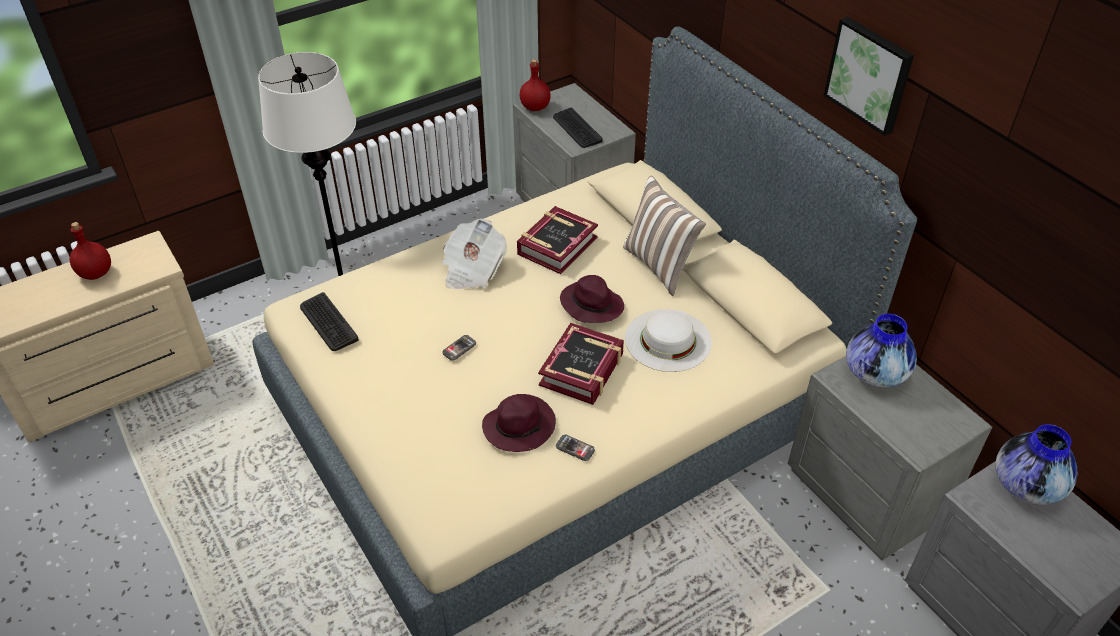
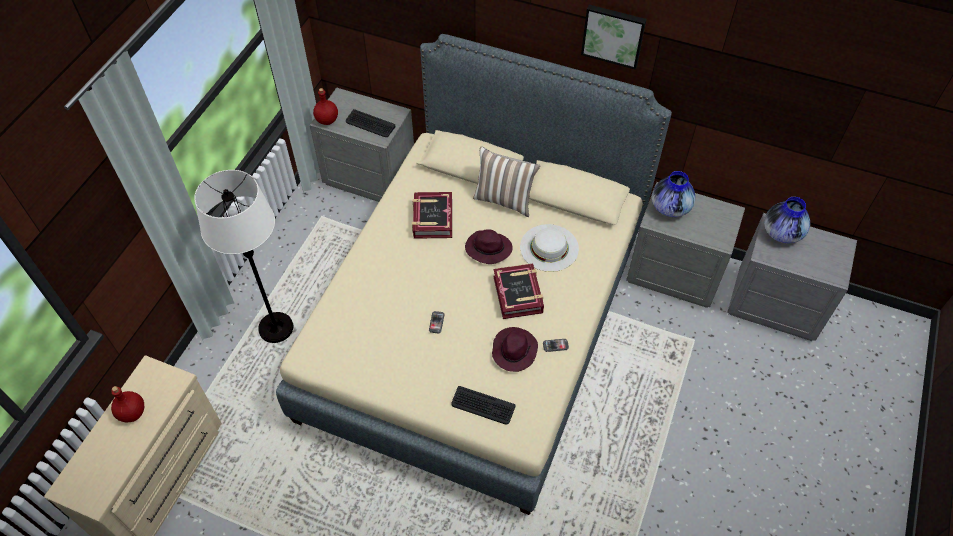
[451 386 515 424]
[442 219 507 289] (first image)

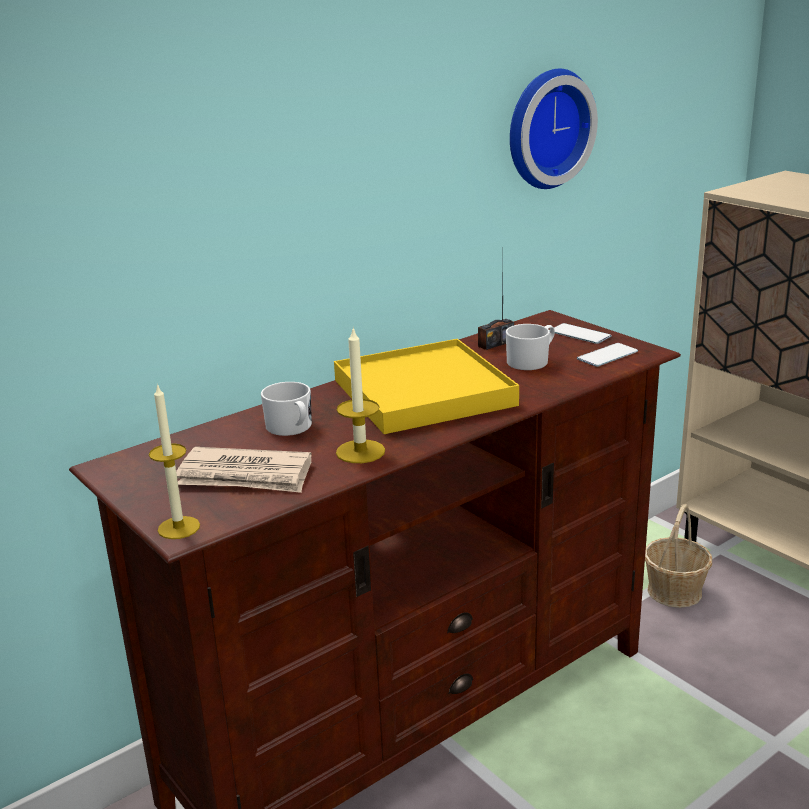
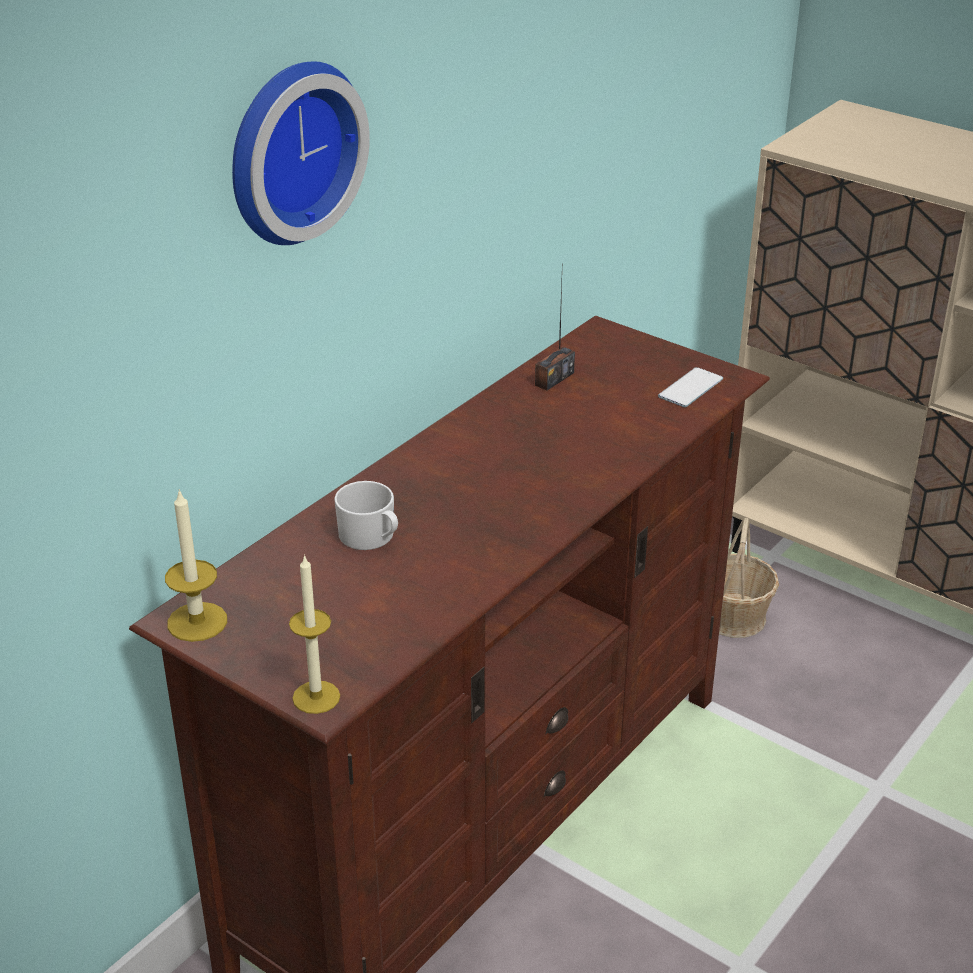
[165 489 227 642]
[232 61 370 245]
[176 447 312 493] (first image)
[334 339 519 434] (first image)
[506 324 555 370] (first image)
[549 323 612 344] (first image)

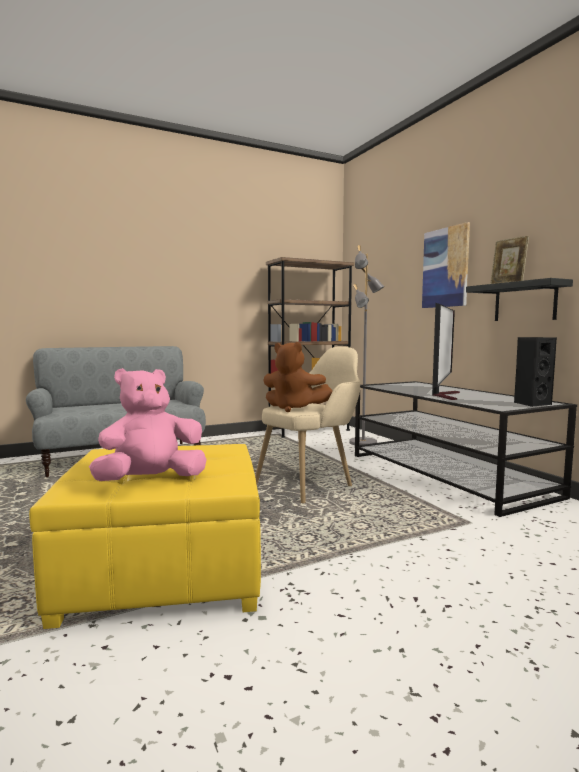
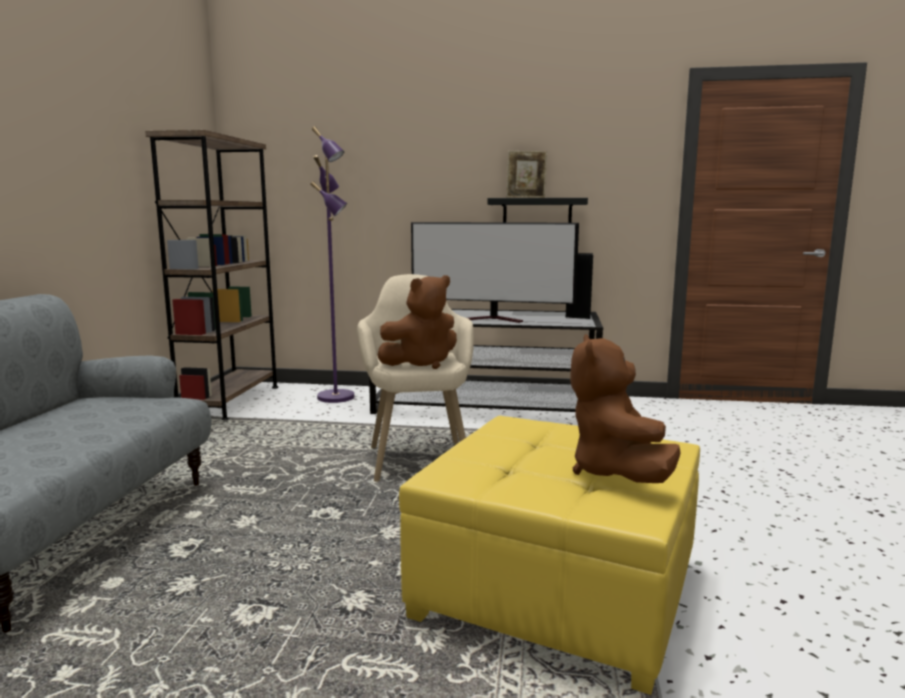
[310 126 354 403]
[411 222 579 323]
[570 334 680 483]
[422 222 470 308] (first image)

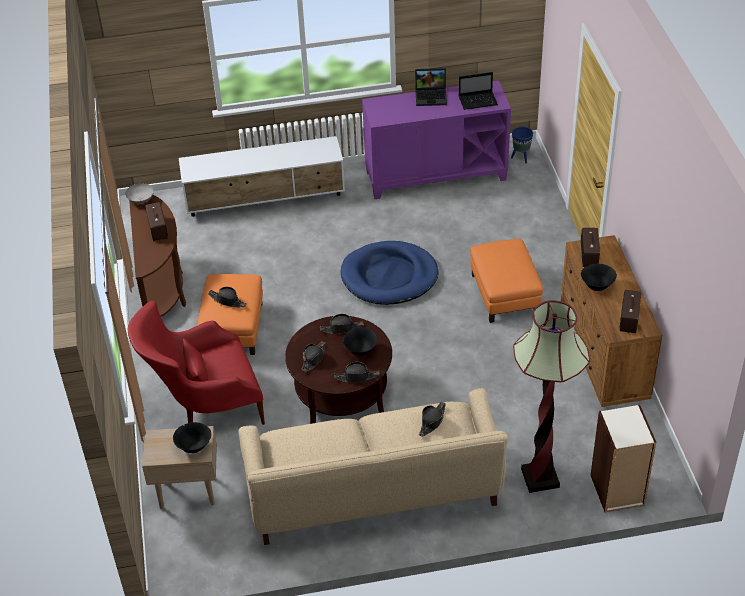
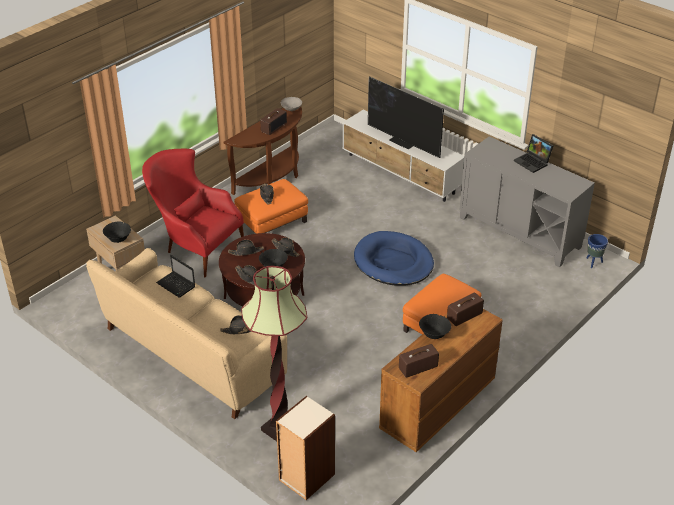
[156 255 195 298]
[368 76 444 158]
[460 136 595 267]

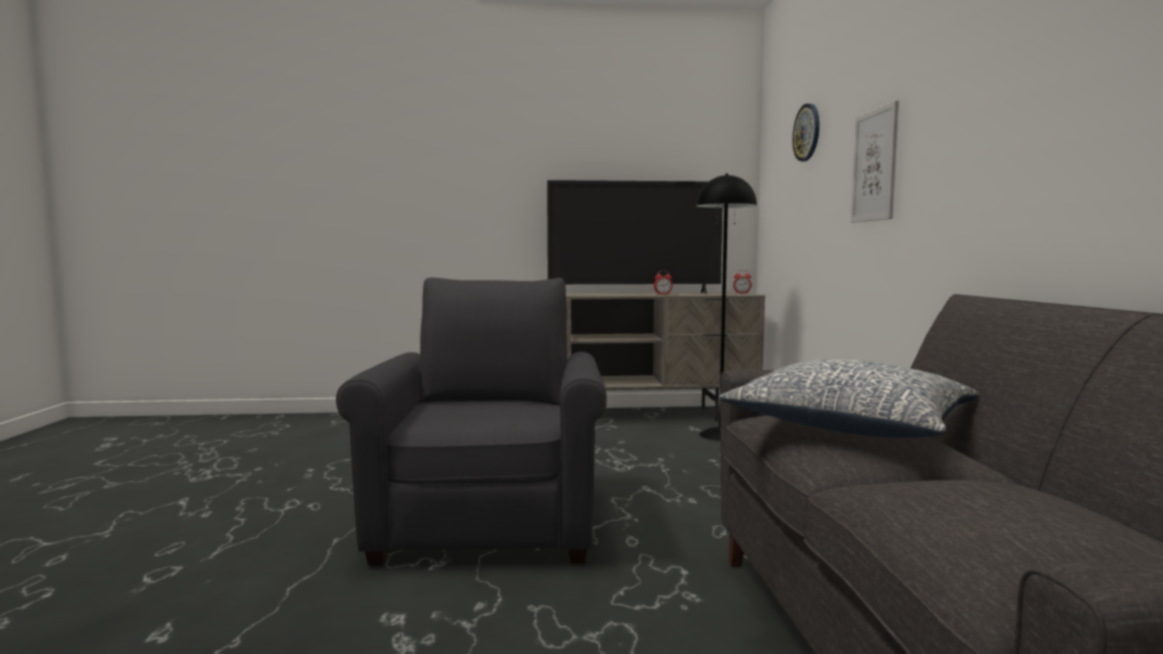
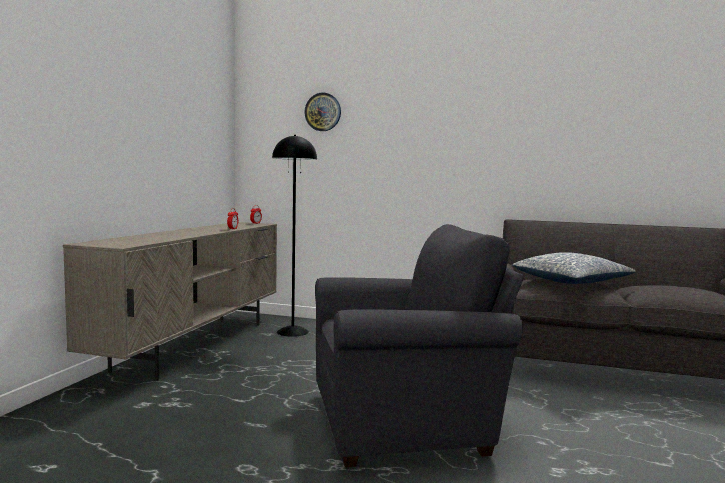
[315 224 524 467]
[547 180 723 294] (first image)
[851 101 899 223] (first image)

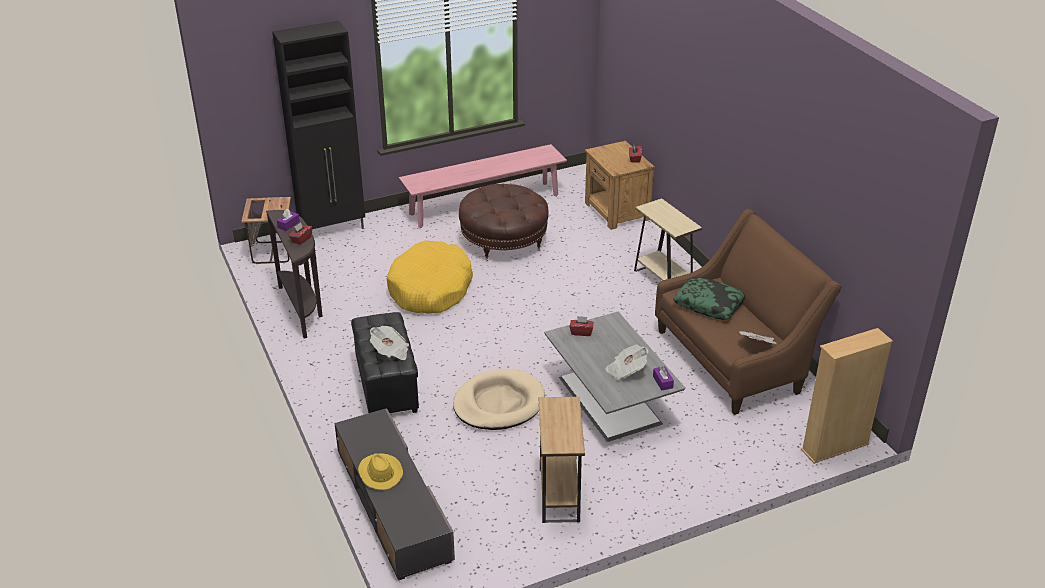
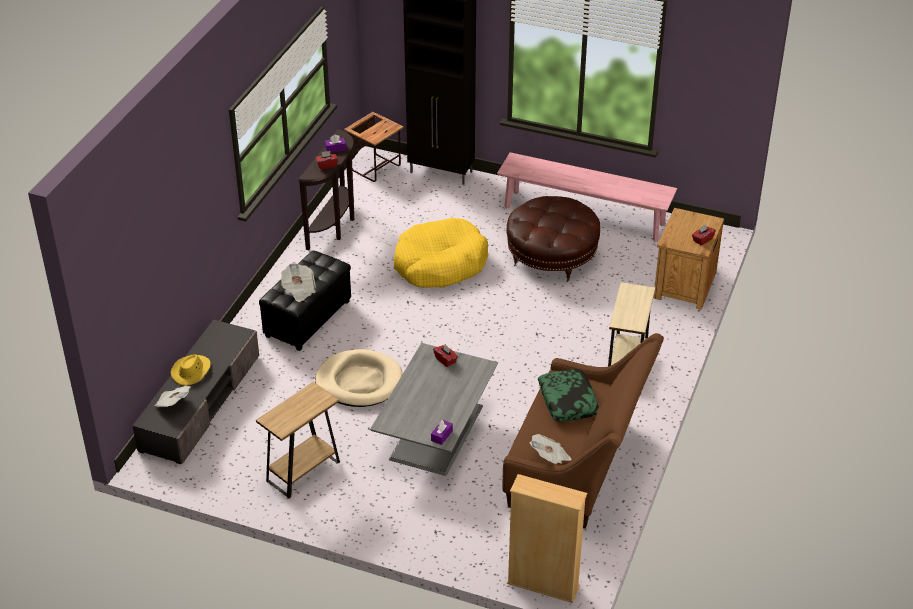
[154 385 191 407]

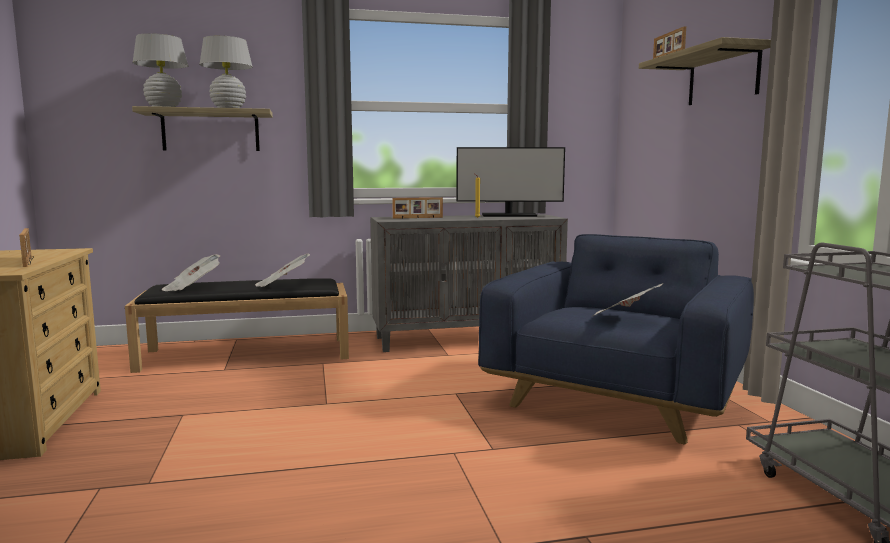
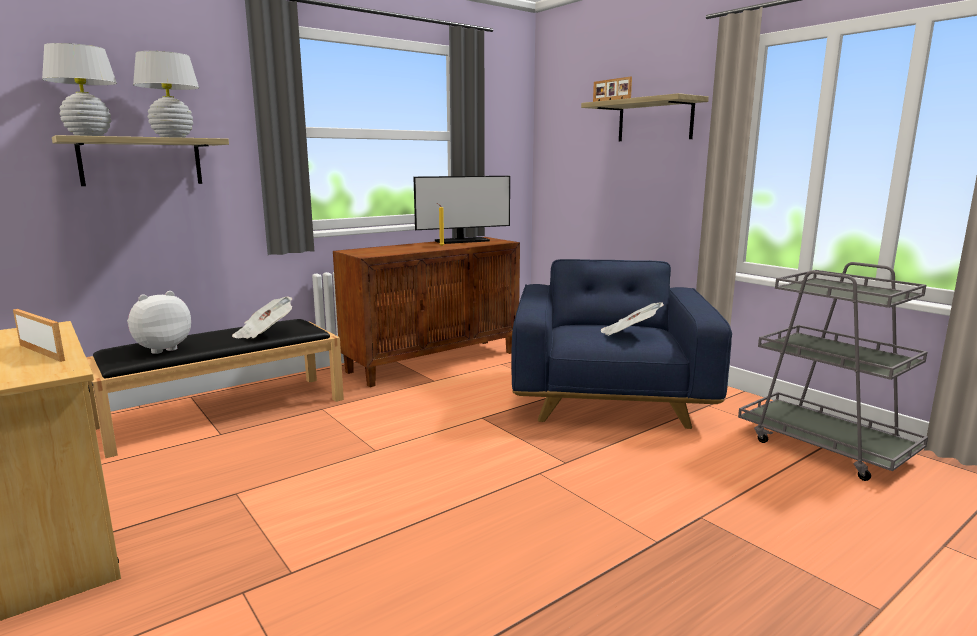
[127 291 191 354]
[333 237 520 387]
[392 197 443 219] (first image)

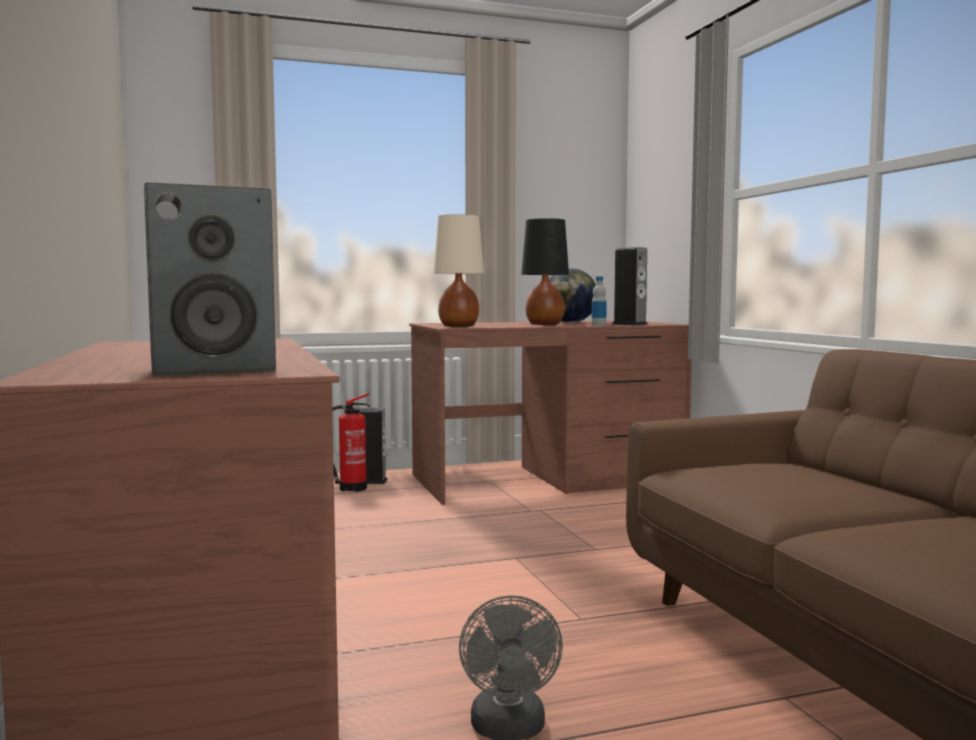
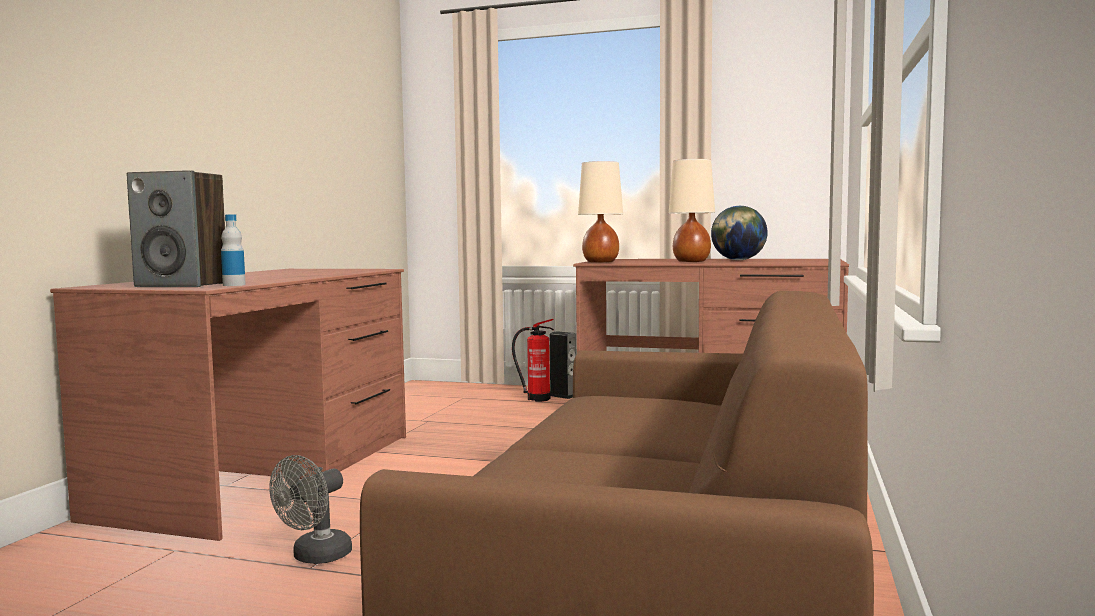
[221 215 246 286]
[669 159 715 262]
[612 247 648 325] (first image)

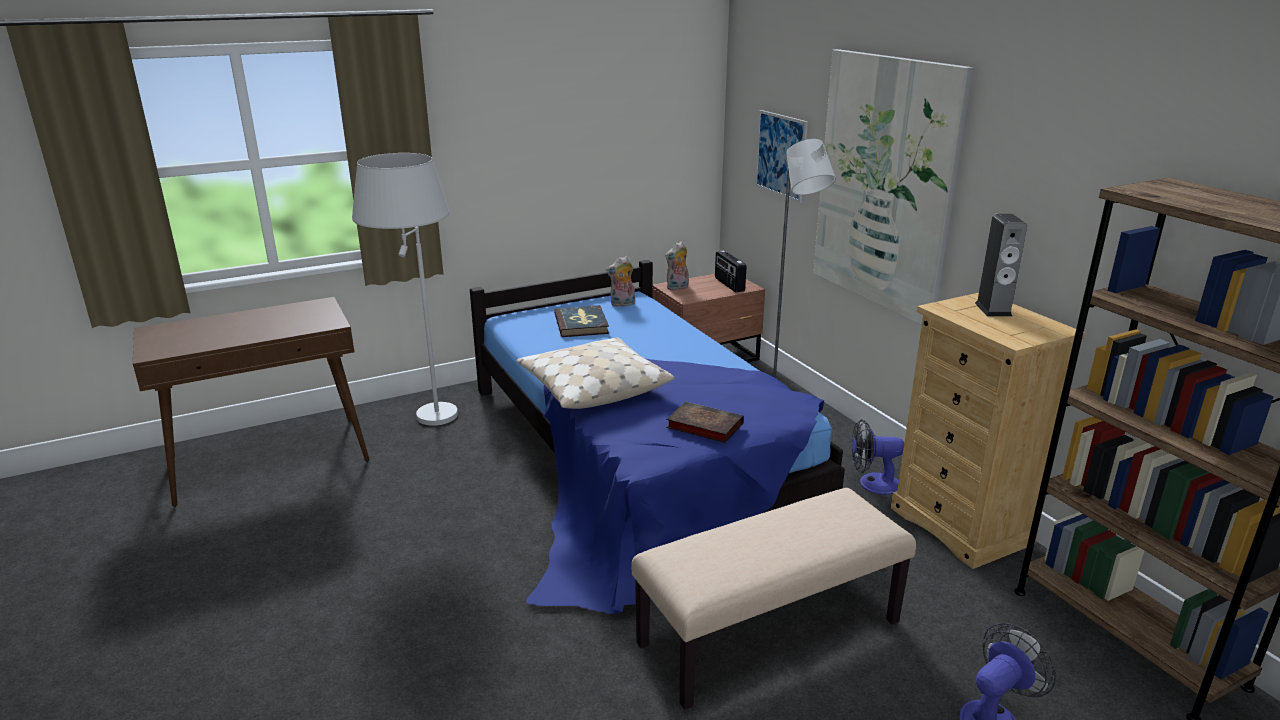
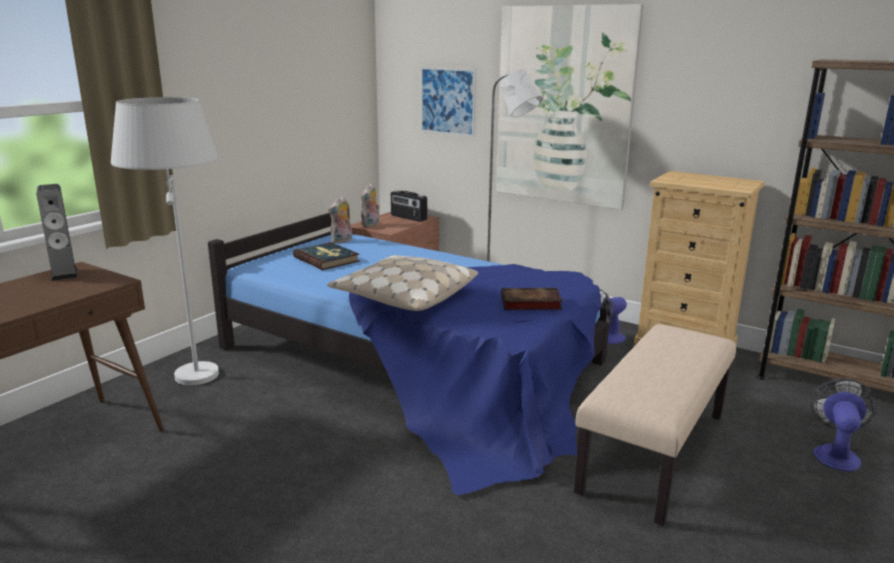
[37 184 78 281]

